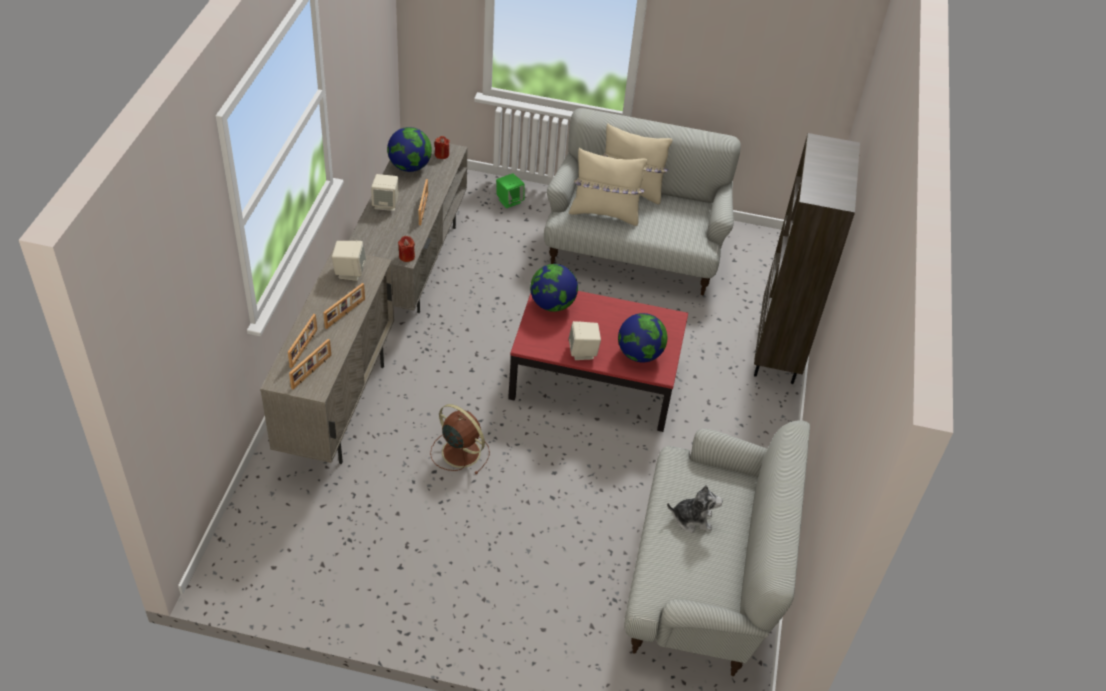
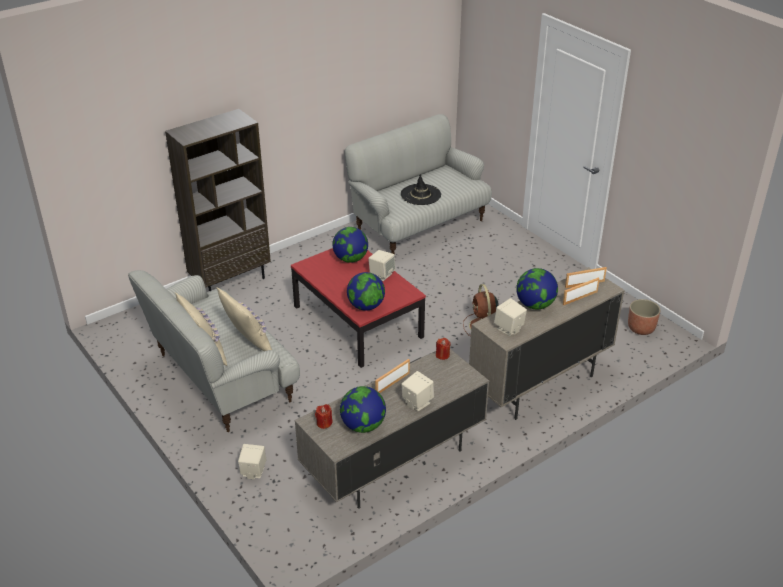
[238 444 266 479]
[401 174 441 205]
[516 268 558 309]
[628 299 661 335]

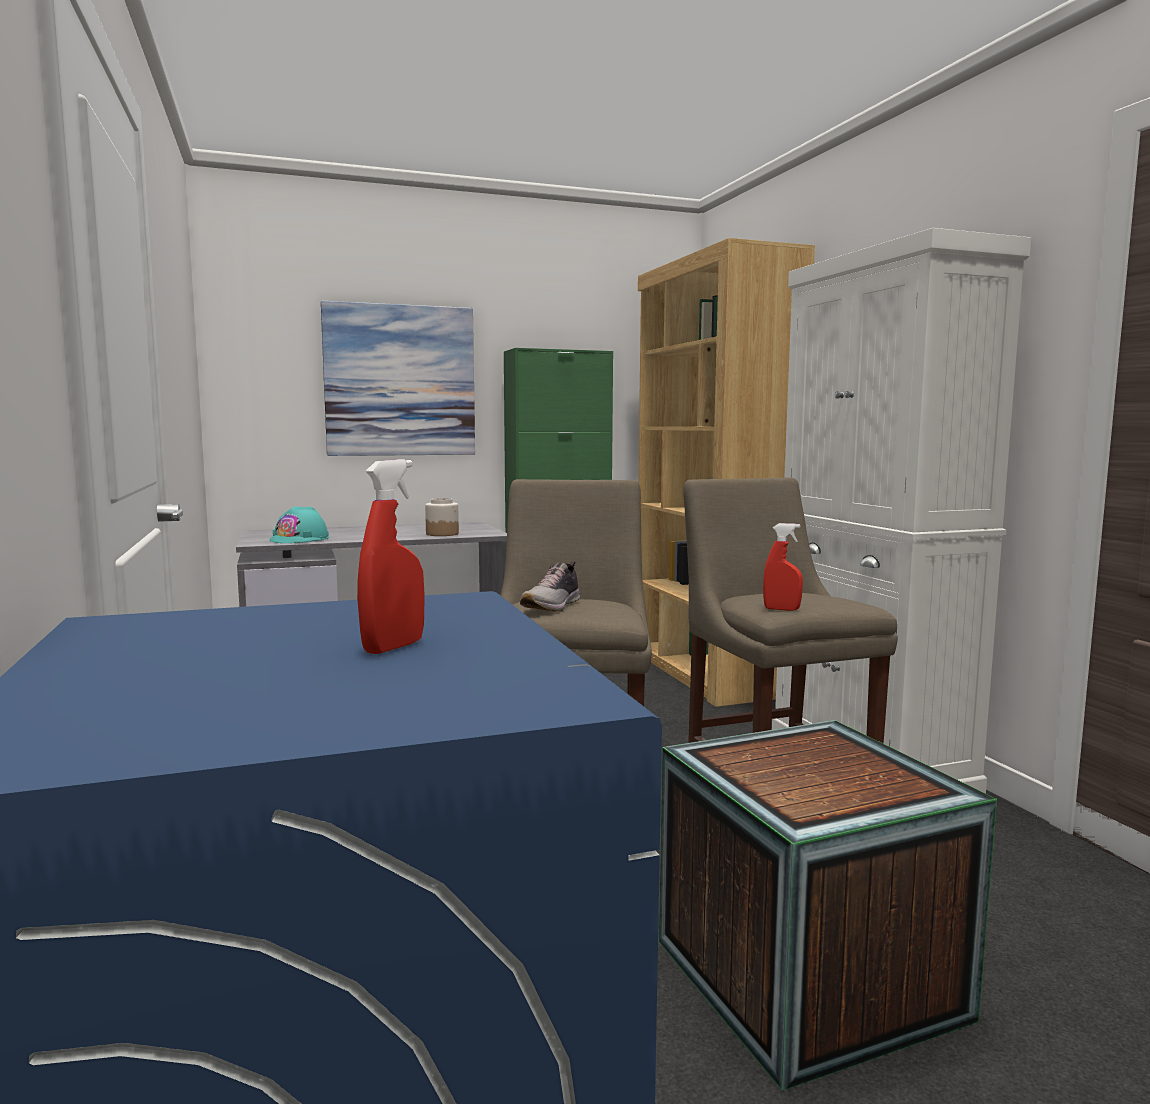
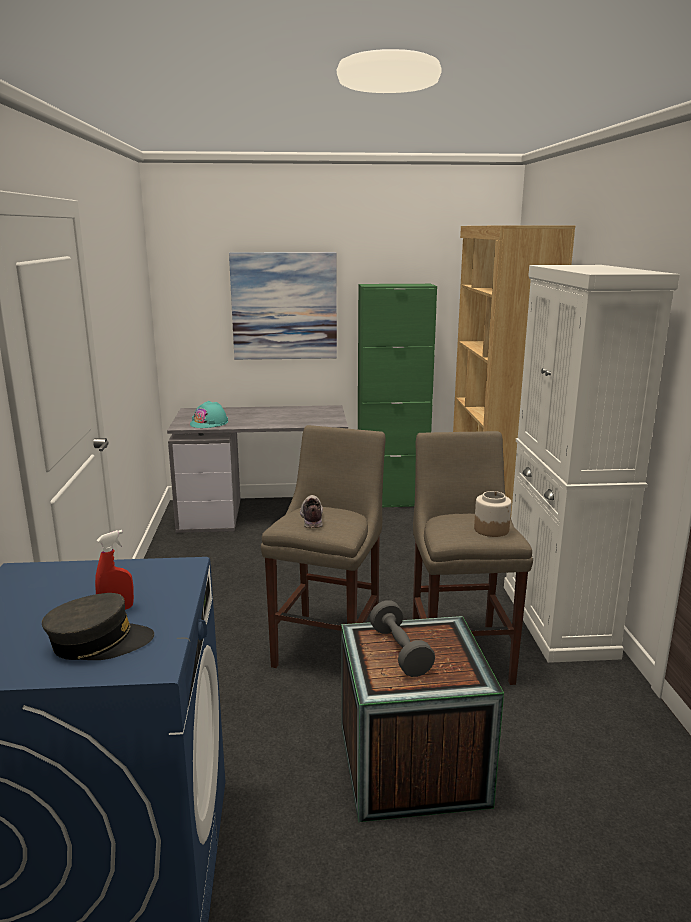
[42 593 154 660]
[300 495 323 528]
[370 600 435 677]
[474 491 512 537]
[763 523 803 611] (first image)

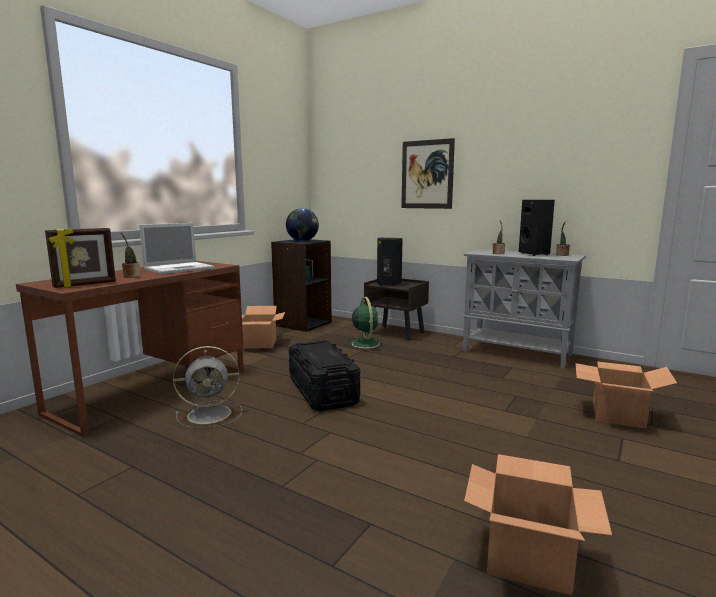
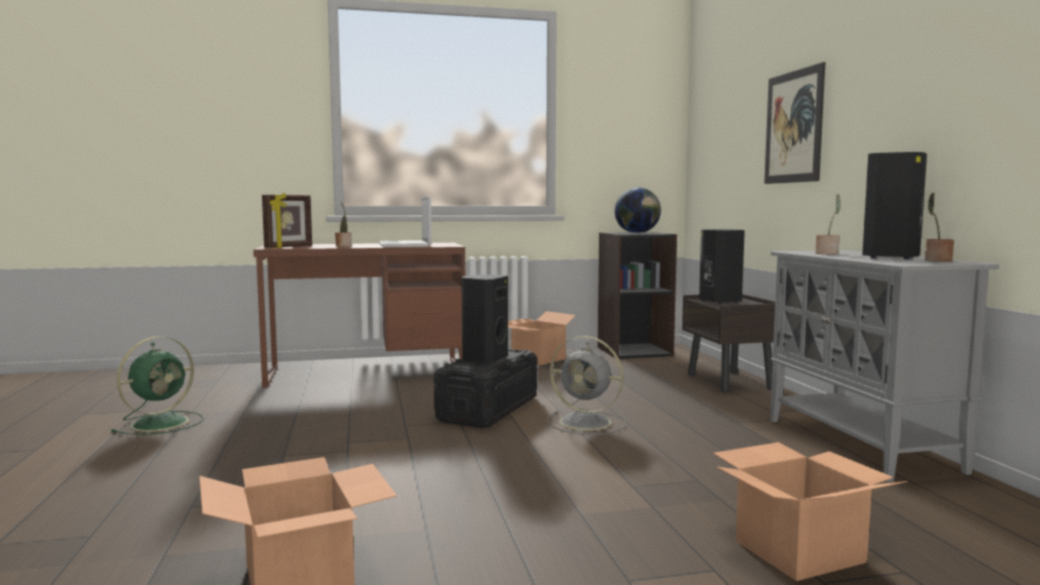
[111 337 204 435]
[262 193 312 248]
[379 197 432 247]
[461 275 508 364]
[547 336 626 435]

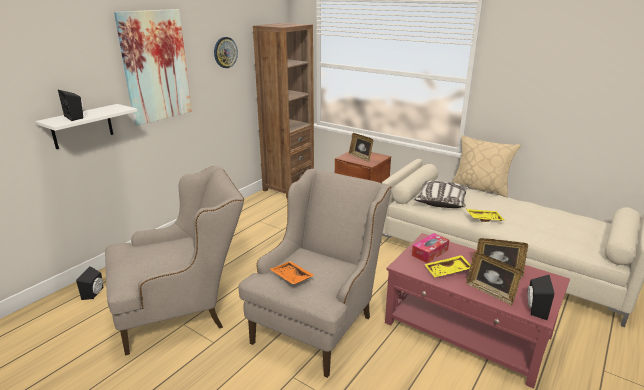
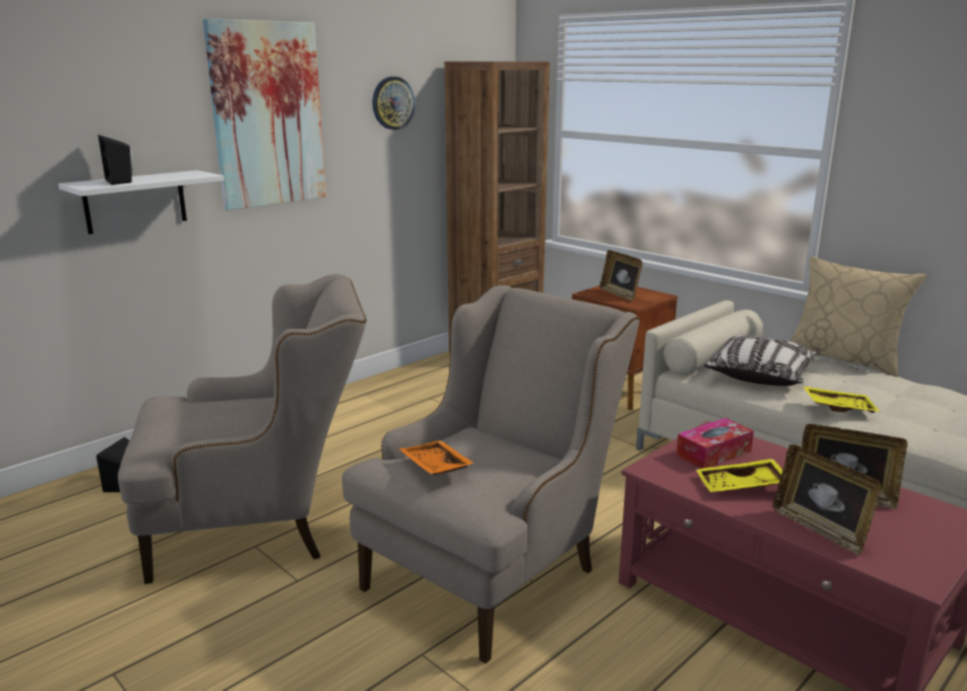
[528 275 555 320] (first image)

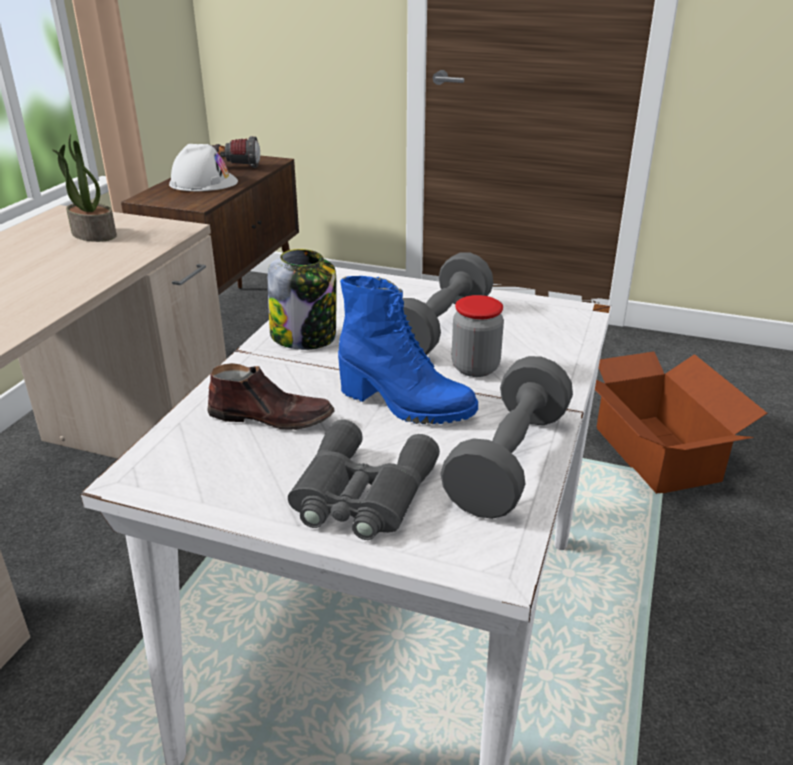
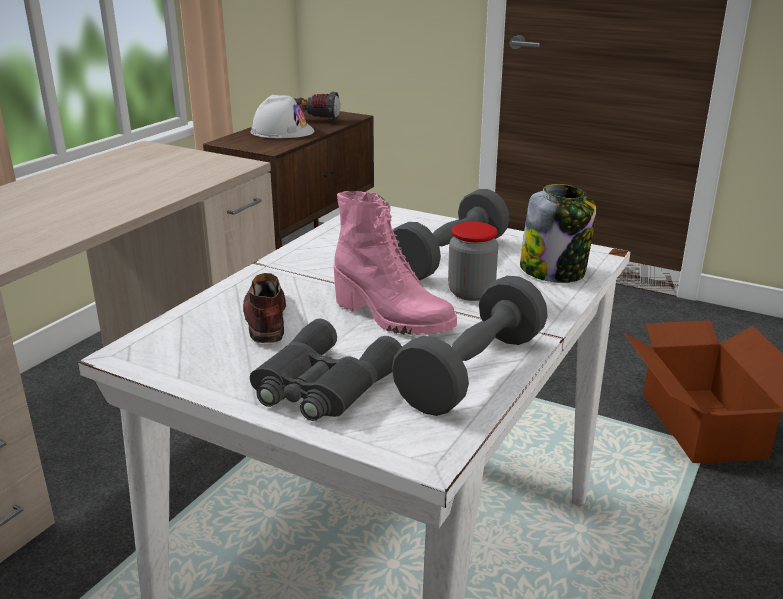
[243 273 286 343]
[334 191 457 335]
[520 184 596 283]
[52 134 117 242] (first image)

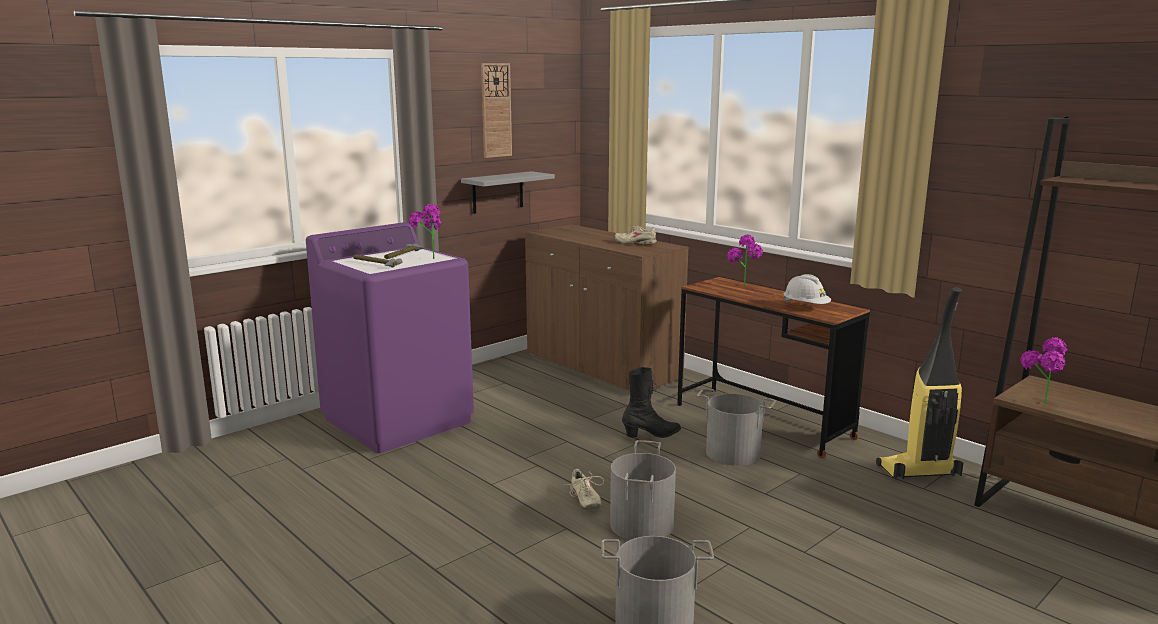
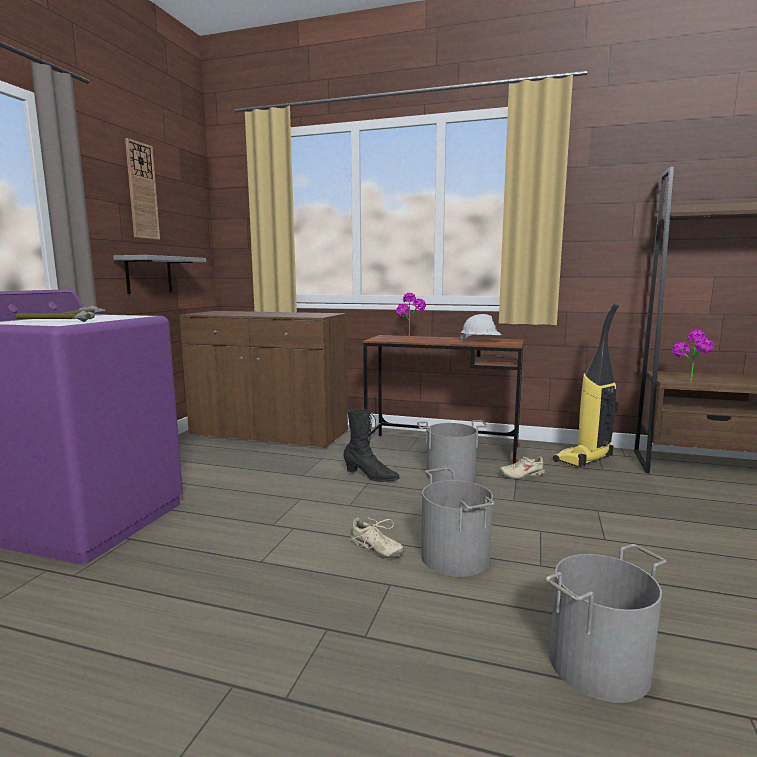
[343 409 400 482]
[499 456 545 479]
[409 204 441 259] (first image)

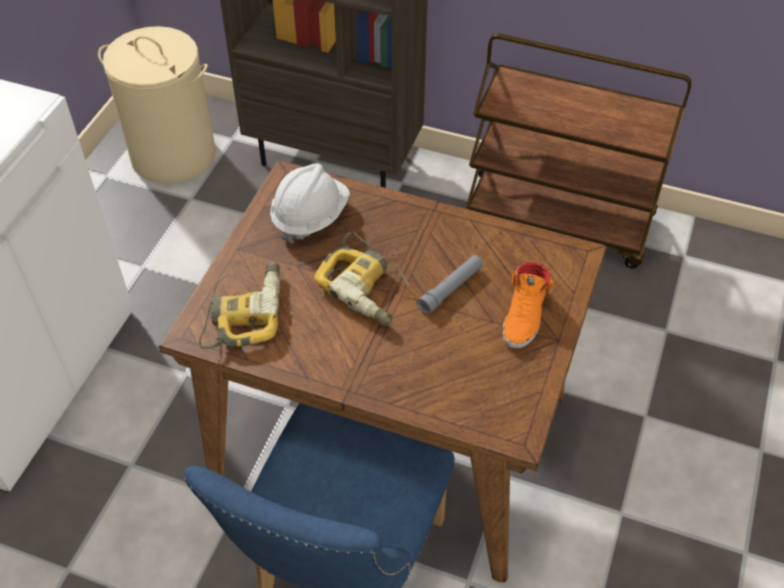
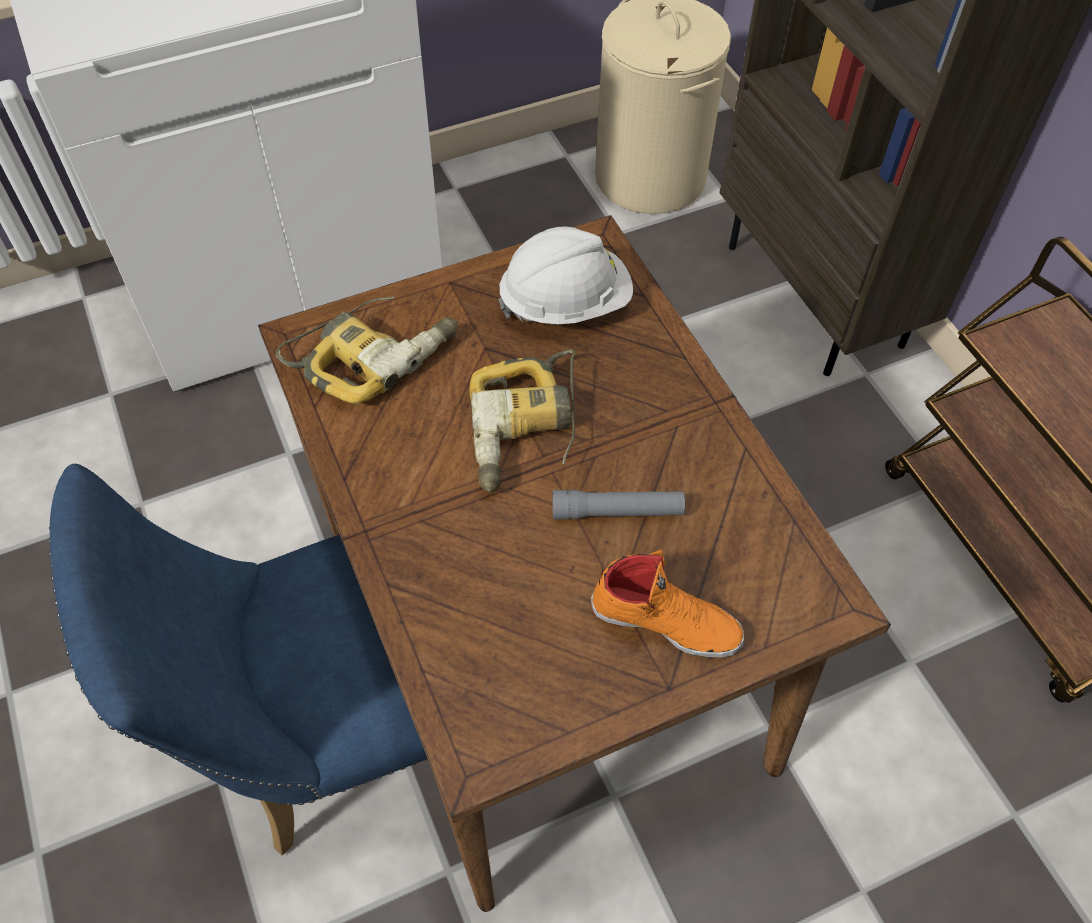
[591 550 744 657]

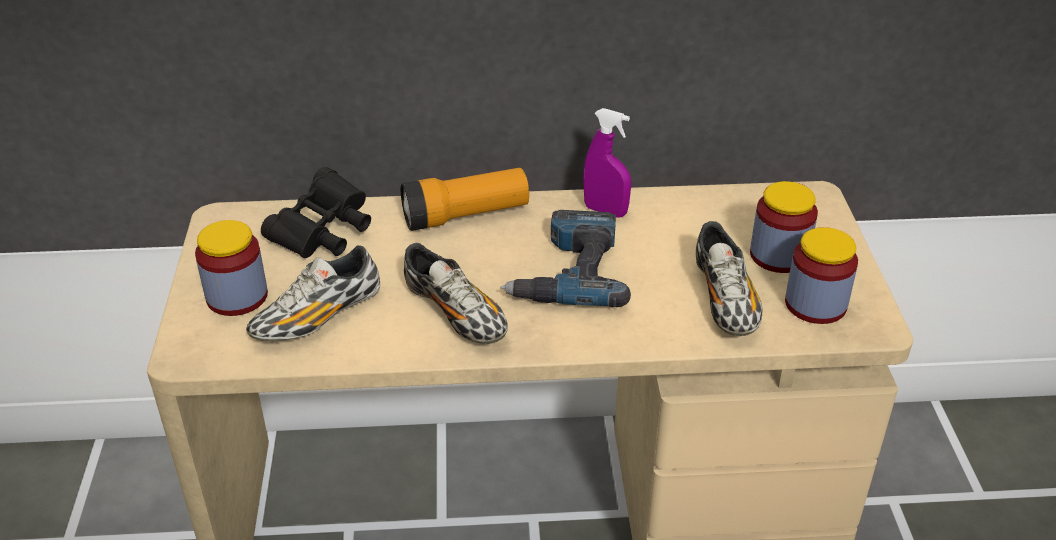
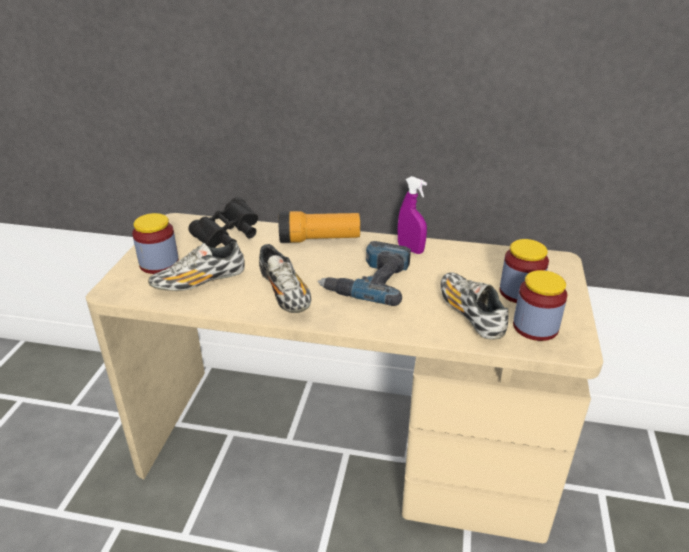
[440 272 509 340]

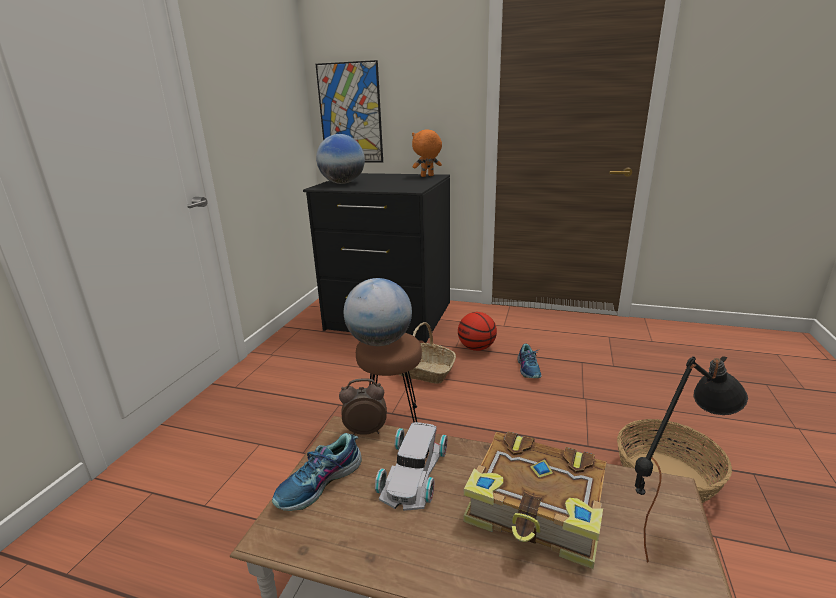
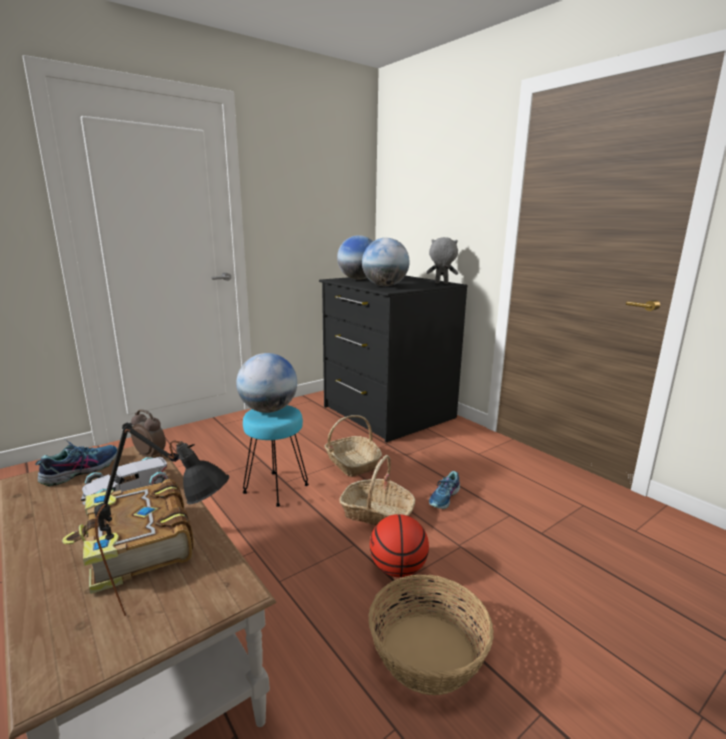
[35 439 117 486]
[242 405 309 507]
[340 455 415 525]
[362 238 410 286]
[370 514 429 577]
[427 237 458 284]
[316 60 383 163] (first image)

